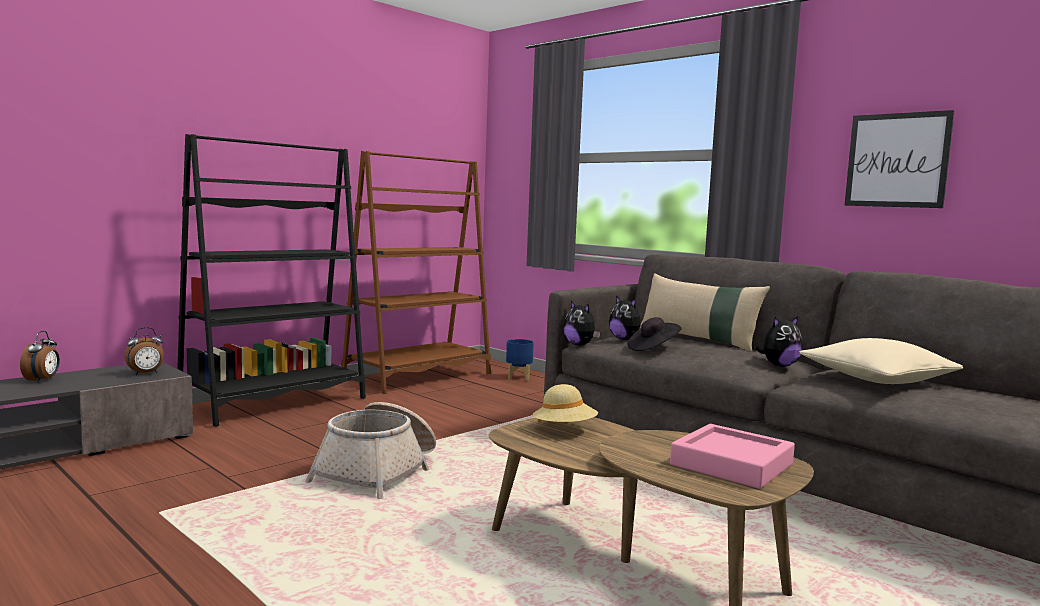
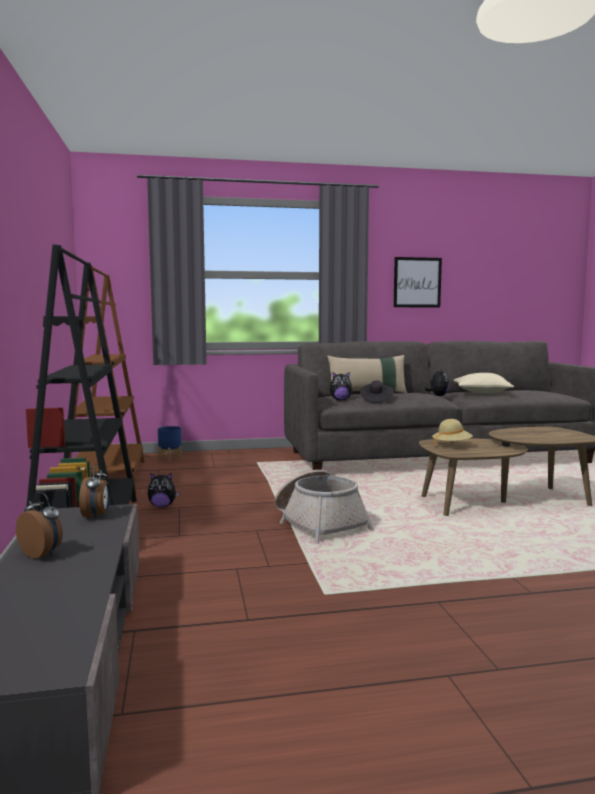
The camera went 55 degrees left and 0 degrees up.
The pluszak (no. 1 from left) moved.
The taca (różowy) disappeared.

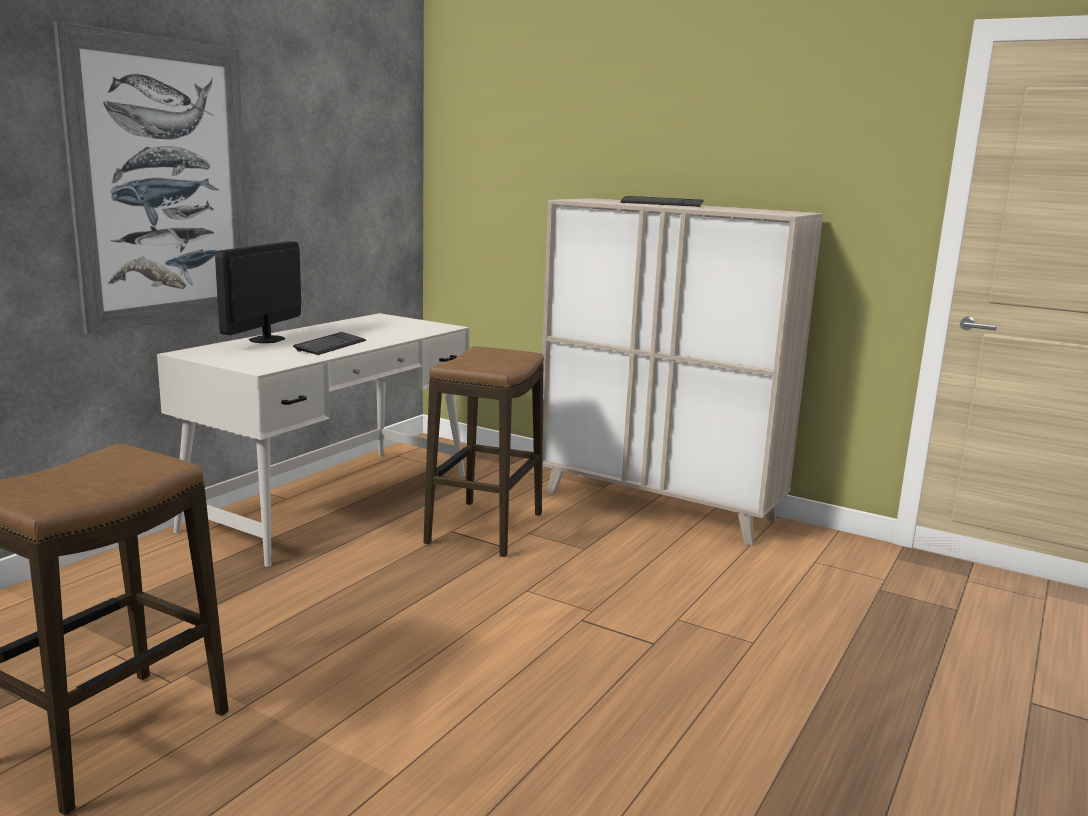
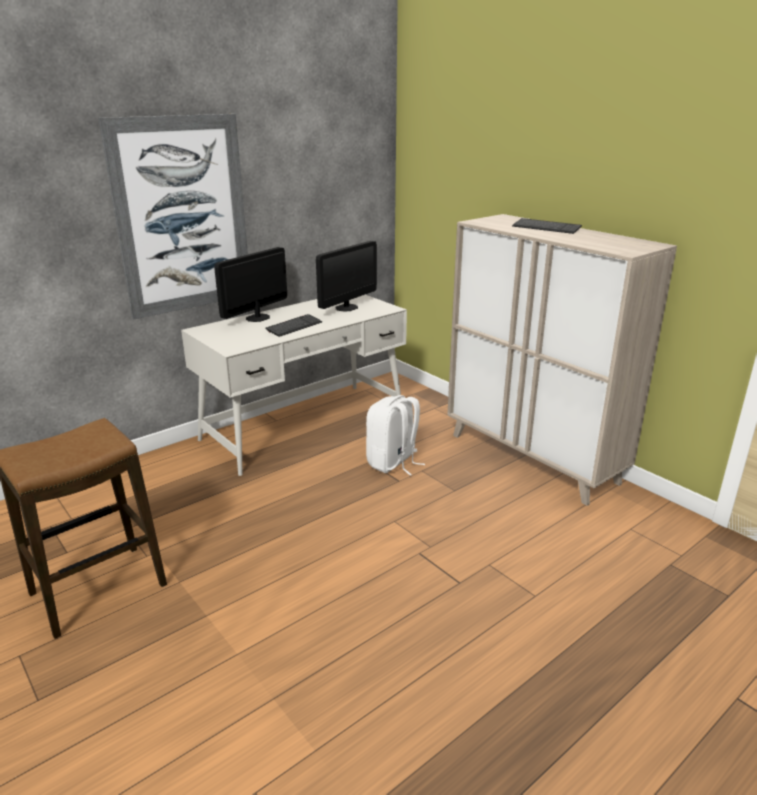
The camera went 20 degrees right and 10 degrees up.
The monitor (no. 2 from left) appeared.
The stołek (no. 2 from left) was replaced by the plecak (biały).

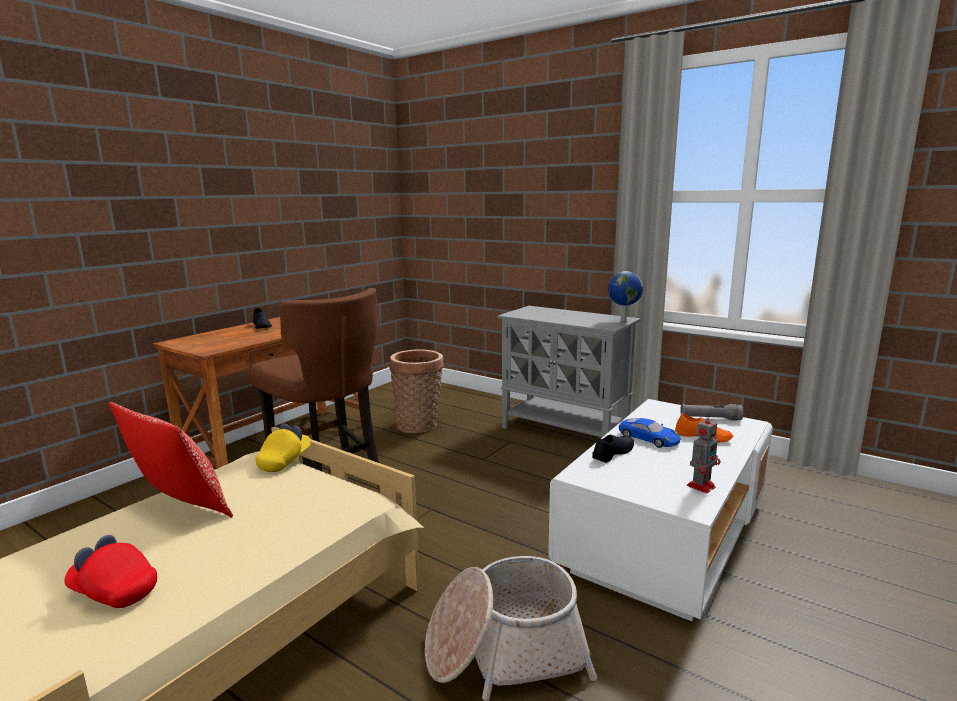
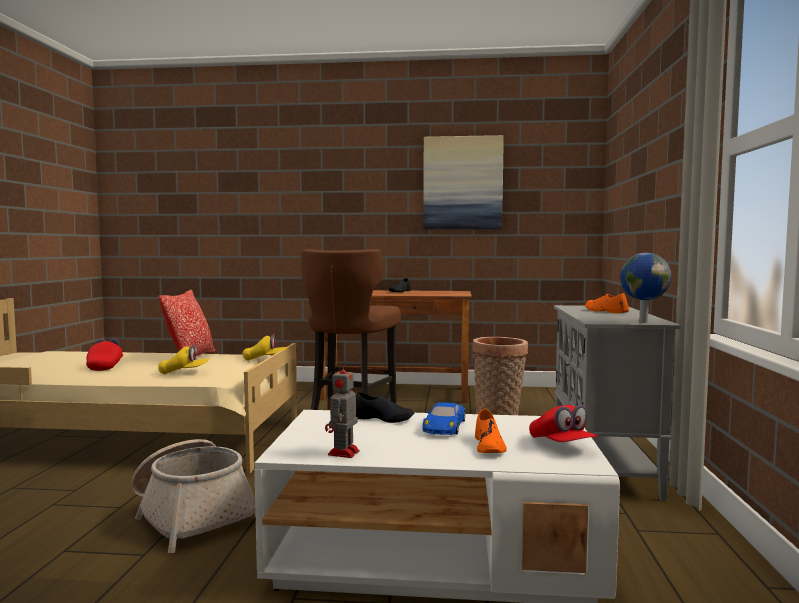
The camera went 60 degrees right and 10 degrees down.
The czapka z daszkiem (żółty) (no. 1 from left) appeared.
The robot zabawkowy turned 90 degrees clockwise.
The obraz appeared.
The latarka (szary) was replaced by the czapka z daszkiem (czerwony) (no. 2 from left).
The but (pomarańczowy) (no. 2 from left) appeared.

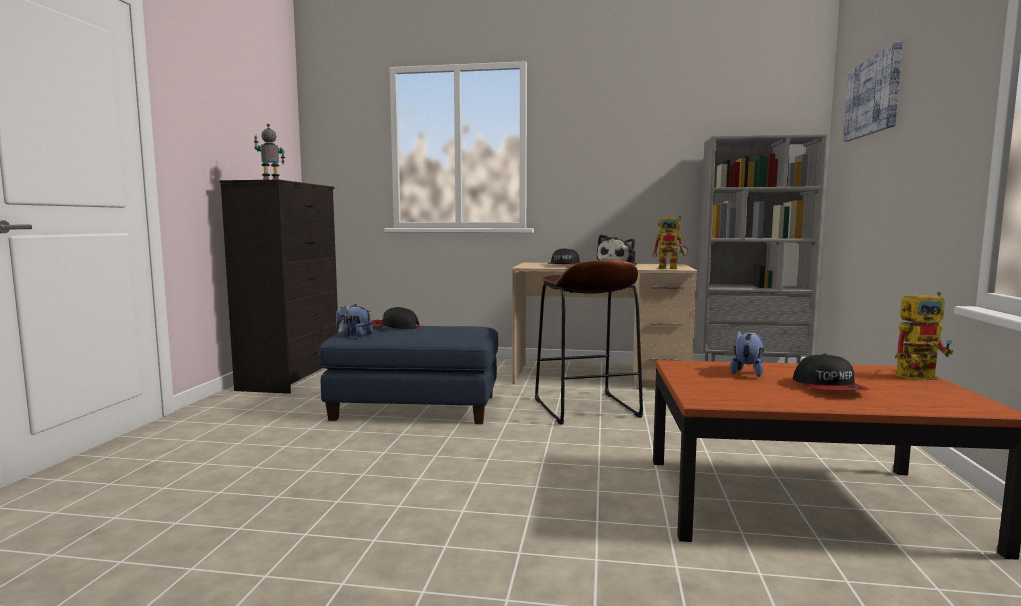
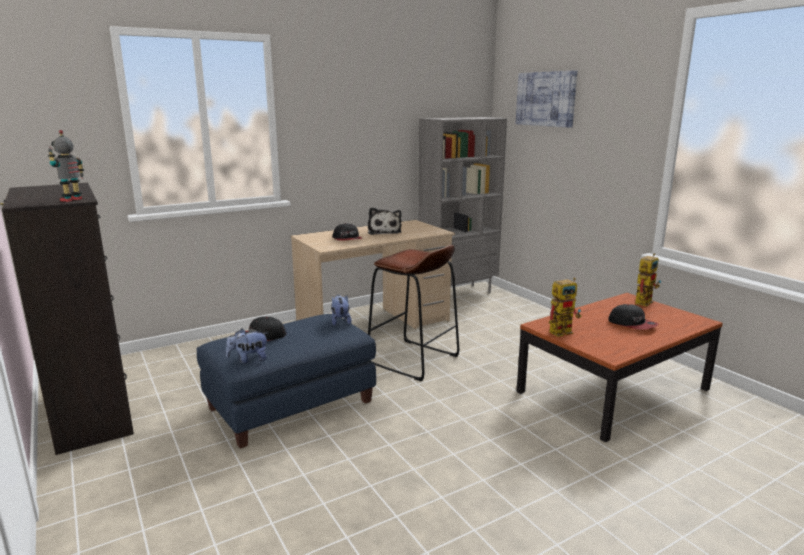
The camera went 40 degrees left and 10 degrees up.
The pluszak (no. 3 from left in the first image) moved.
The robot zabawkowy (no. 2 from left) moved.

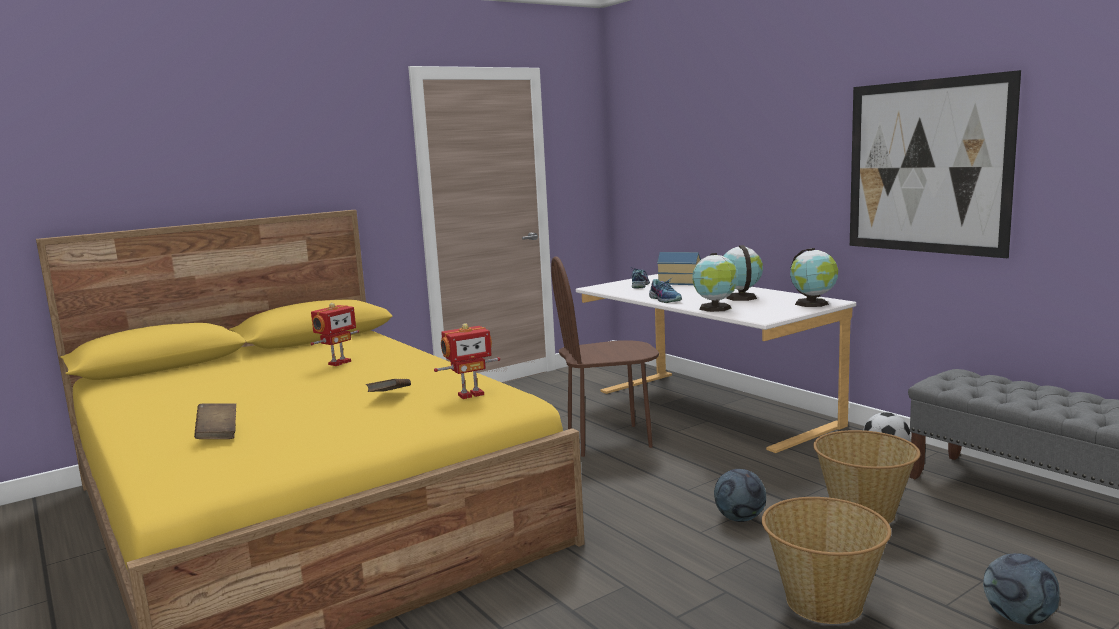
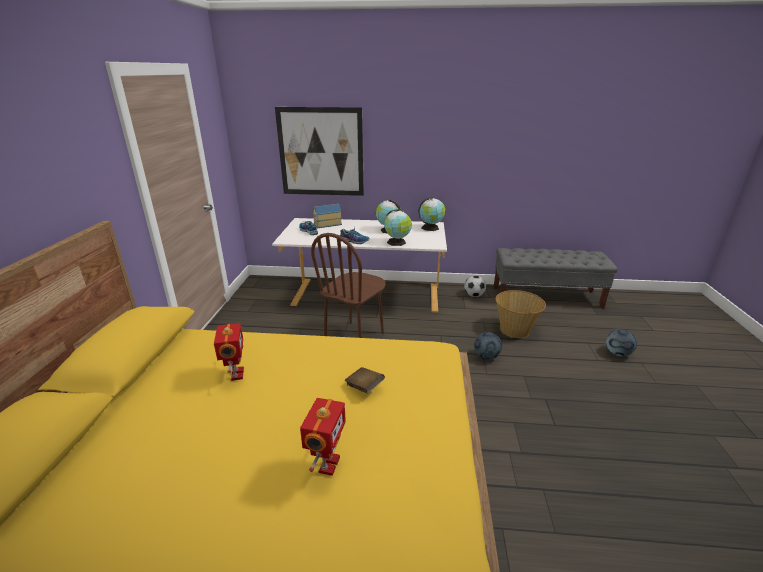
The camera went 50 degrees left and 15 degrees up.
The obraz moved.
The robot zabawkowy (no. 2 from left) moved.
The książka (brązowy) (no. 1 from left) disappeared.
The koszyk (no. 1 from left) disappeared.

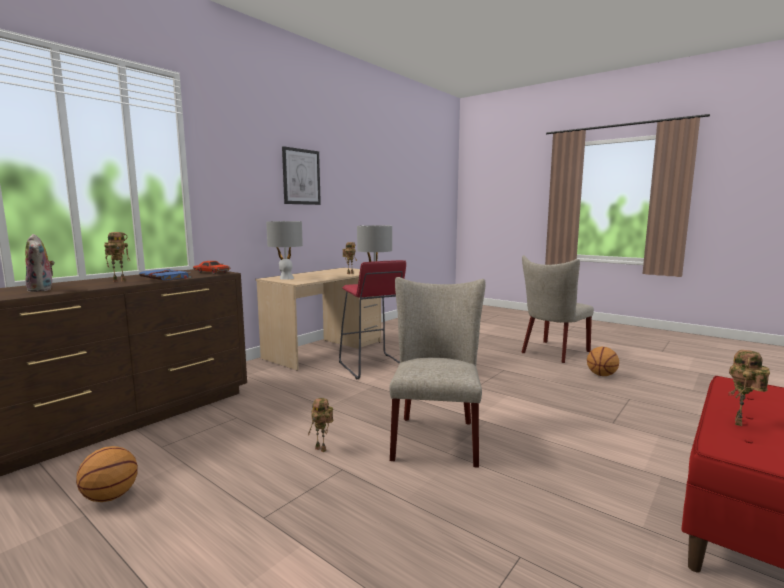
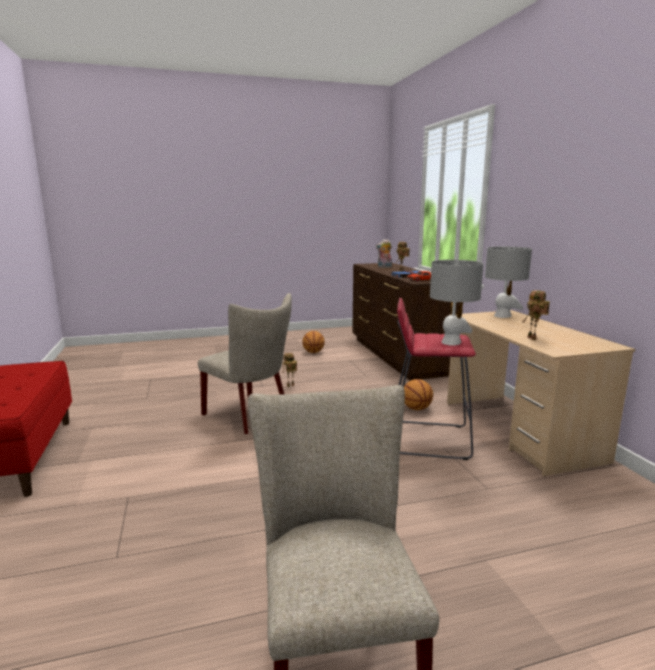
The camera went 125 degrees right and 5 degrees up.
The piłka do koszykówki (no. 2 from left) moved.
The obraz disappeared.
The robot zabawkowy (no. 4 from left) disappeared.

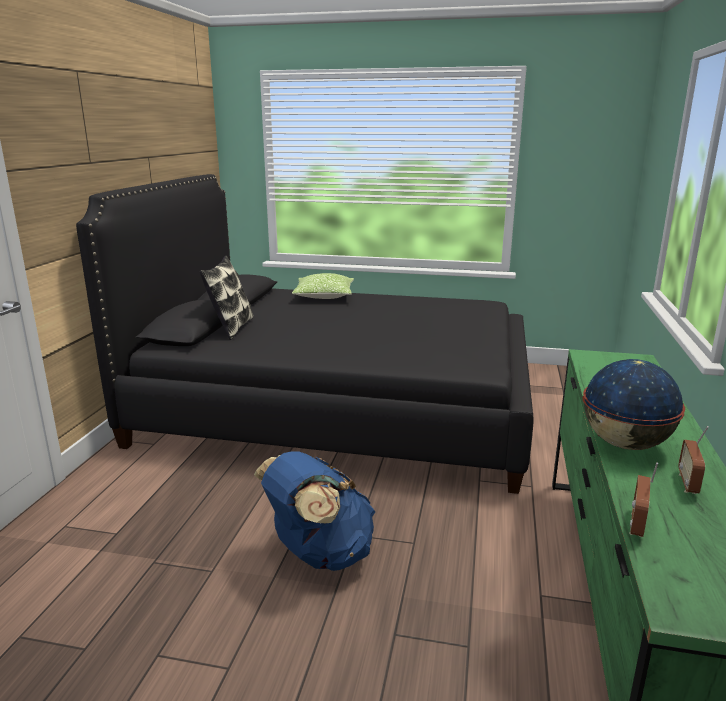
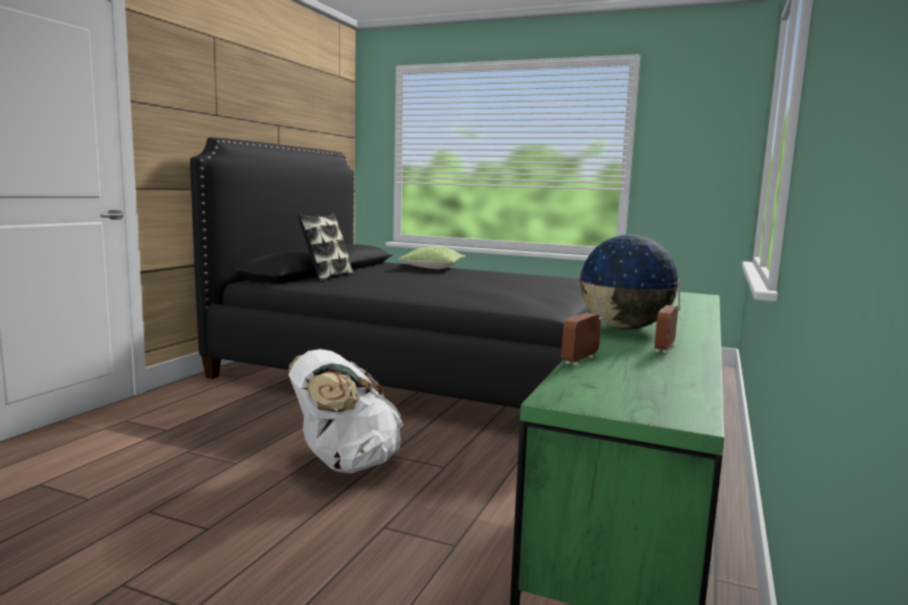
The camera went 10 degrees right and 10 degrees down.
The plecak (niebieski) became the plecak (biały).

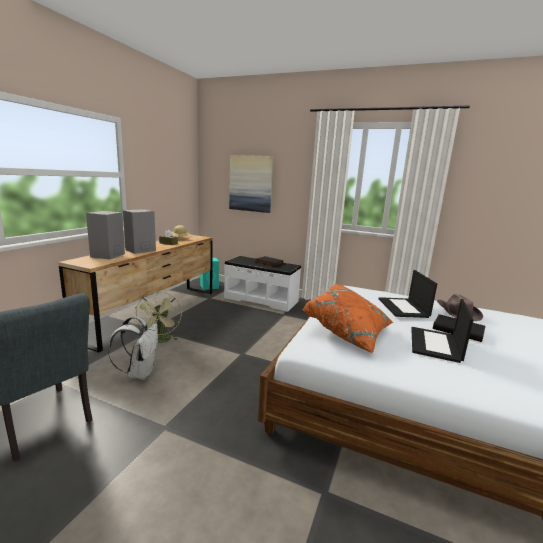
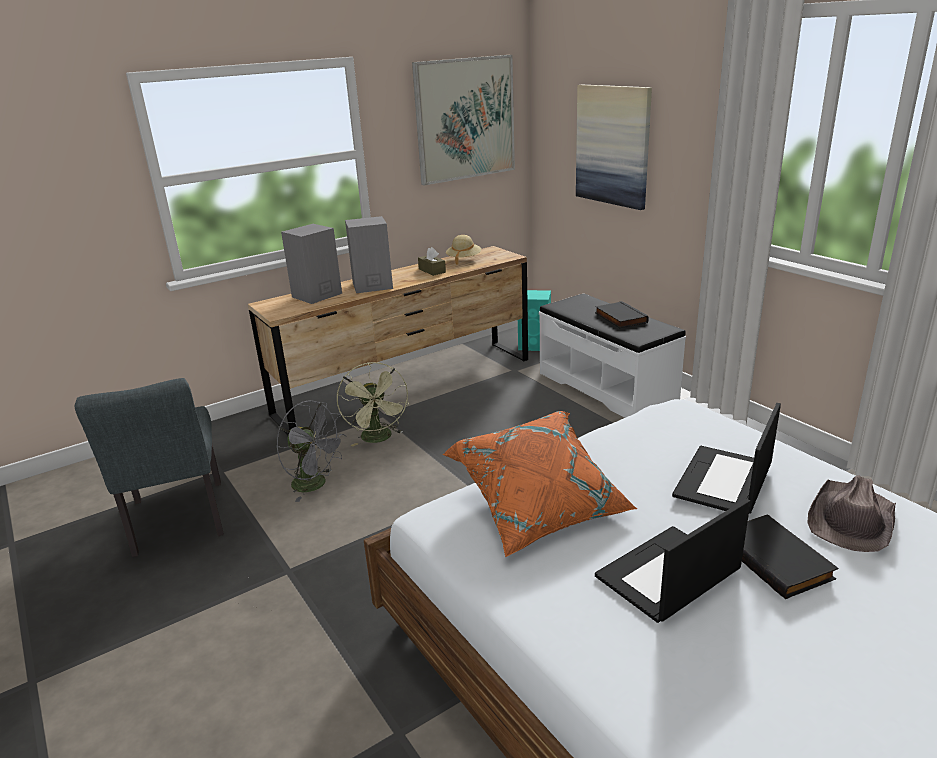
The camera went 35 degrees right and 10 degrees up.
The plecak (biały) was replaced by the wentylator (szary).
The wentylator (zielony) turned 45 degrees counterclockwise.
The obraz (no. 1 from left) appeared.

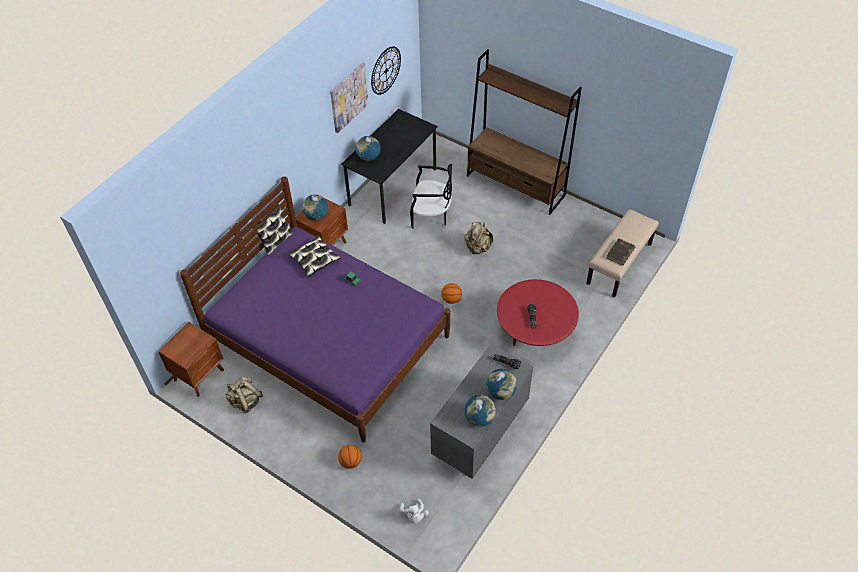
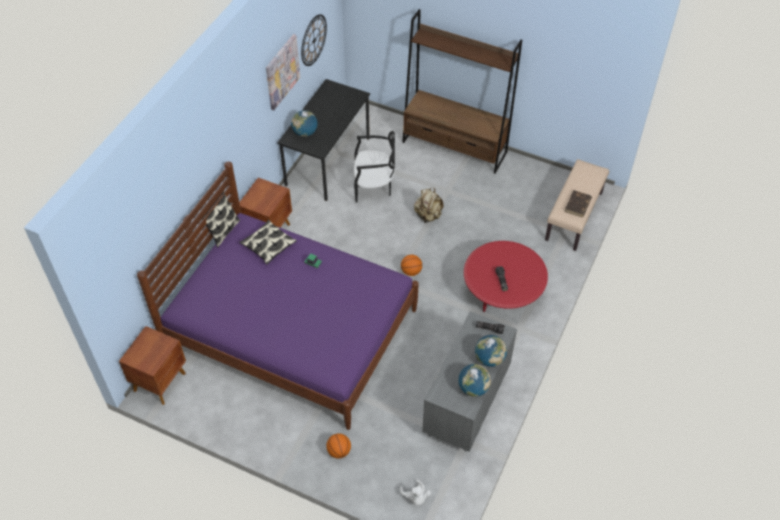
The camera went 10 degrees left and 0 degrees up.
The plecak (beżowy) (no. 1 from left) disappeared.
The globus (no. 1 from left) disappeared.

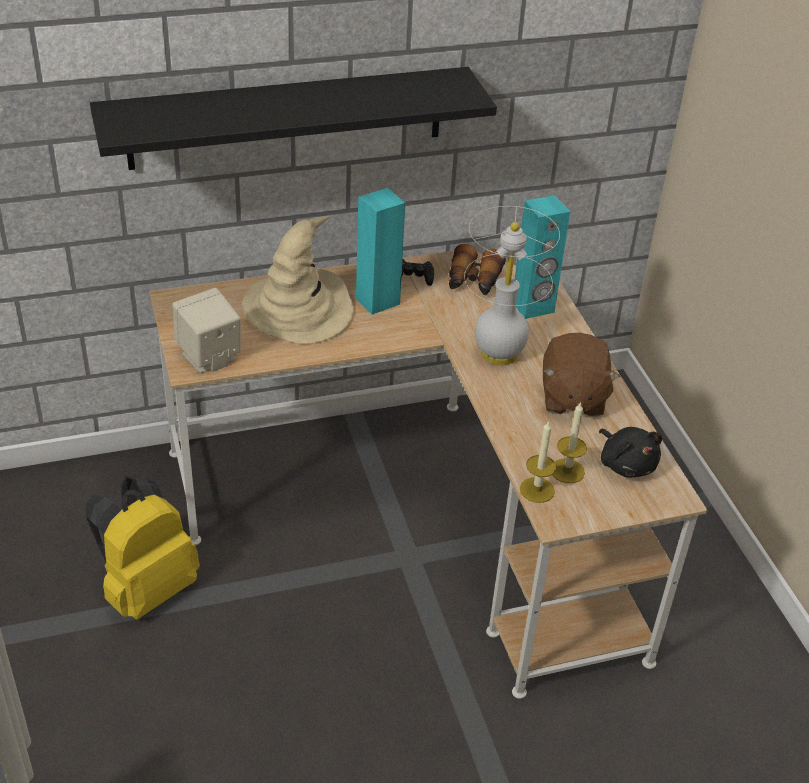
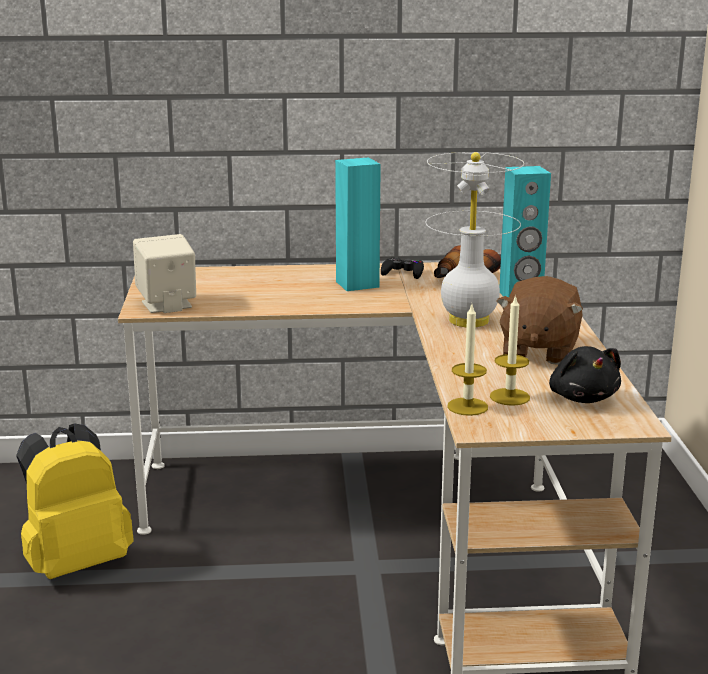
The camera went 15 degrees right and 20 degrees down.
The półka (czarny) disappeared.
The kapelusz (beżowy) disappeared.

